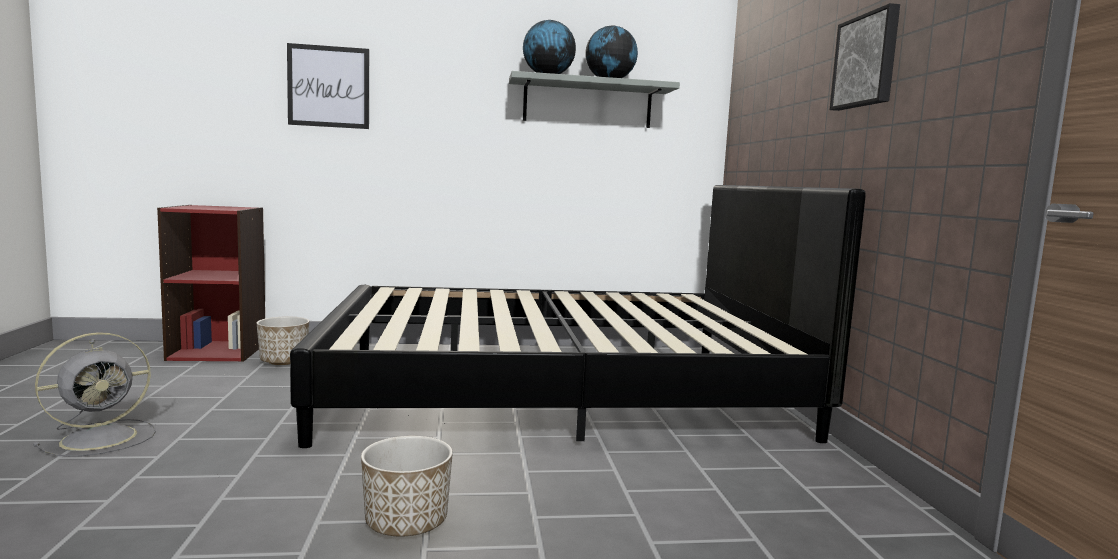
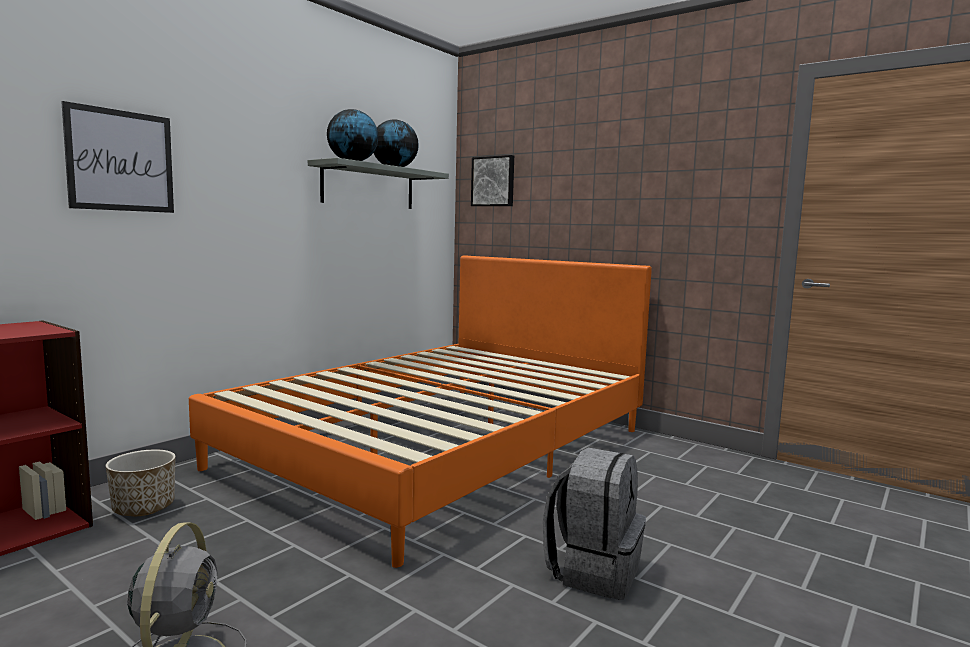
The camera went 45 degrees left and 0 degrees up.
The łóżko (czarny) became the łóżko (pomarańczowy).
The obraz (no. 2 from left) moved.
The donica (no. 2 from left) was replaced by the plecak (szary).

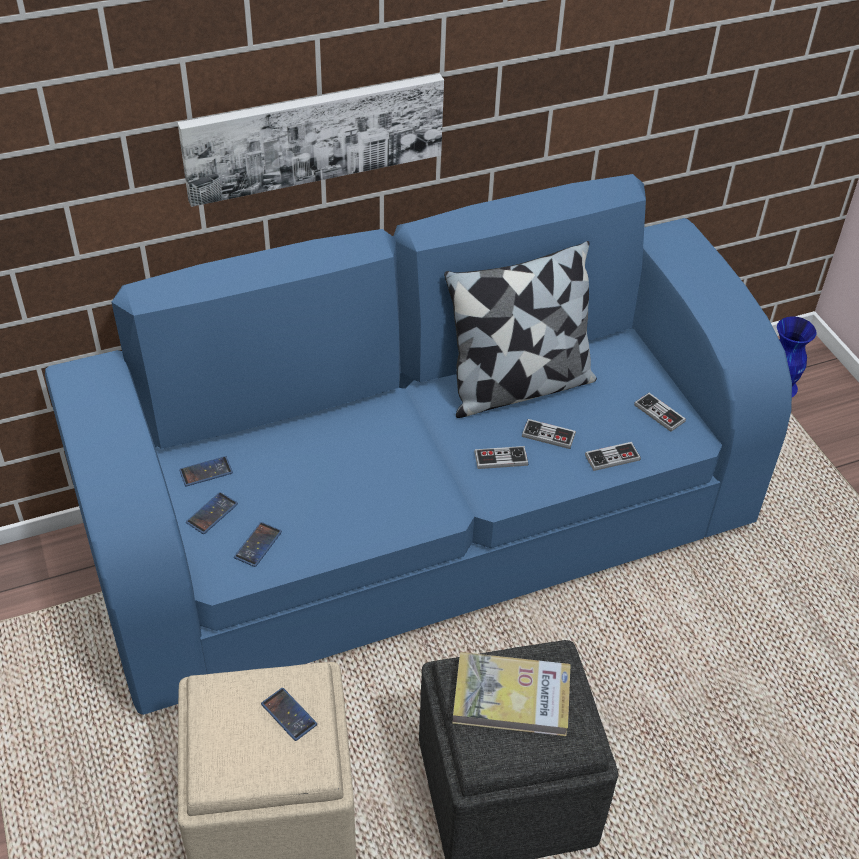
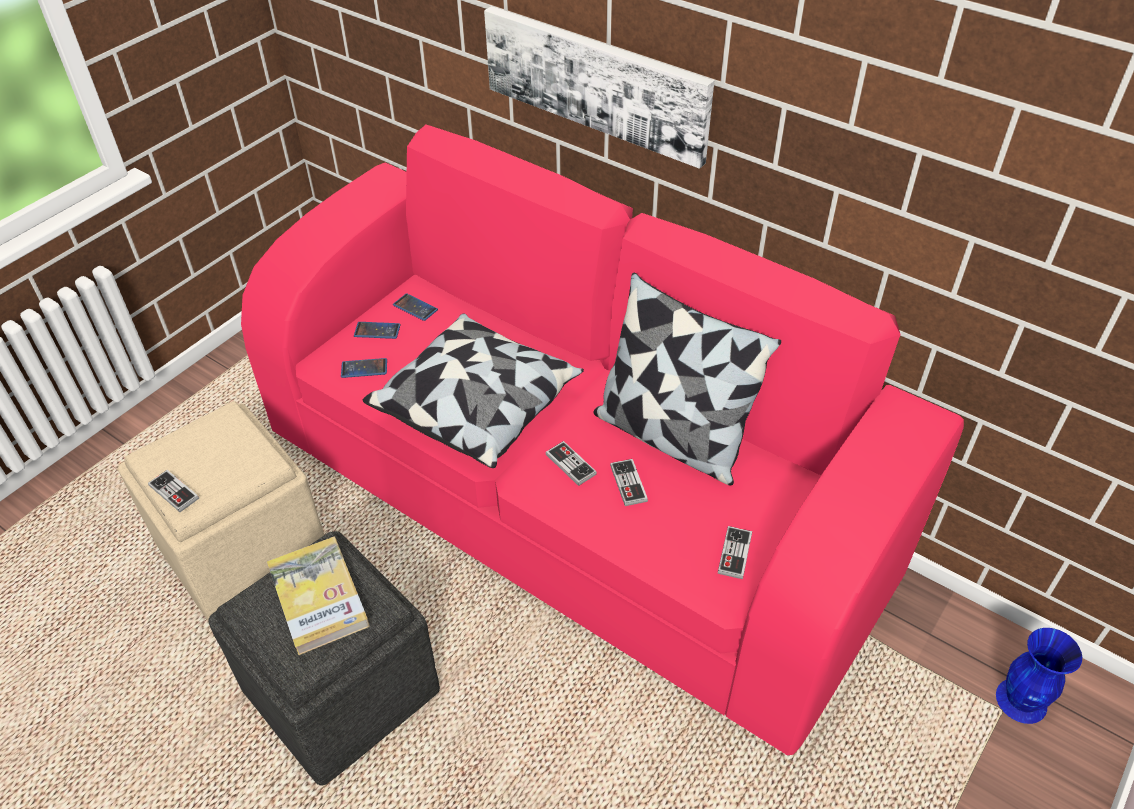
The camera went 60 degrees right and 0 degrees up.
The pad do gier (no. 3 from left in the first image) moved.
The kanapa (niebieski) became the kanapa (różowy).
The poduszka (no. 1 from left) appeared.
The telefon (no. 4 from left) disappeared.

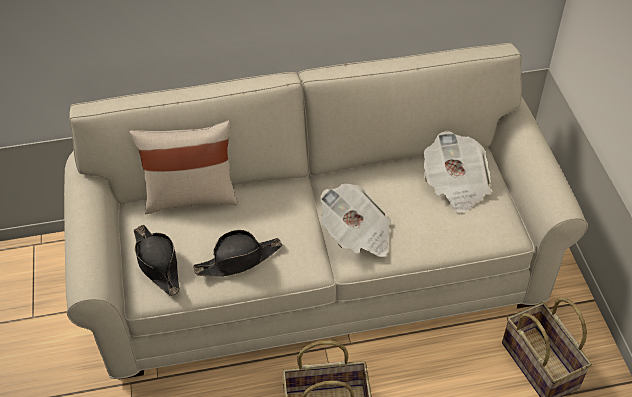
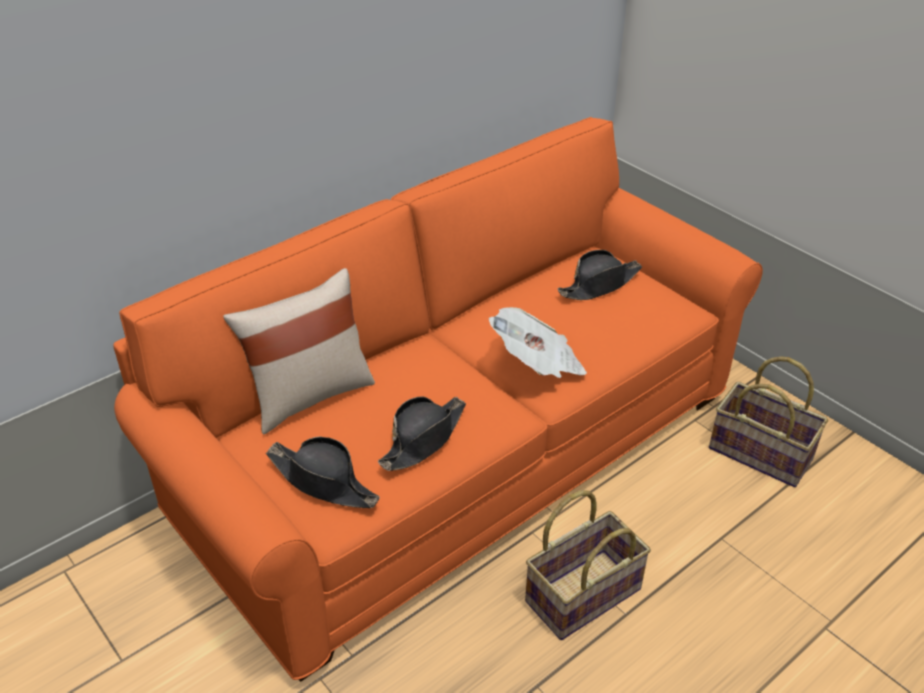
The camera went 30 degrees left and 10 degrees down.
The kanapa (beżowy) became the kanapa (pomarańczowy).
The gazeta (no. 2 from left) was replaced by the kapelusz (czarny) (no. 3 from left).

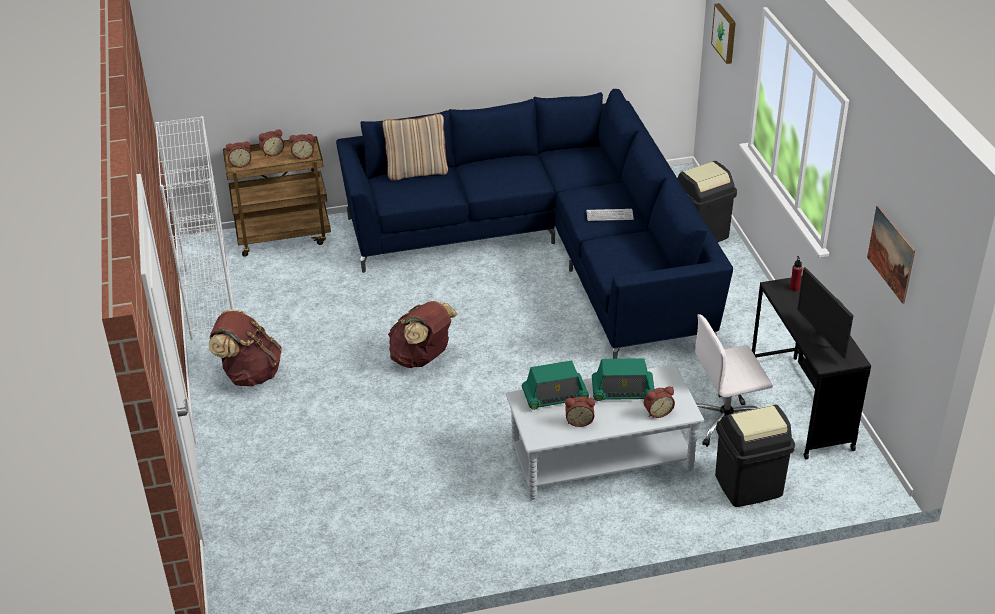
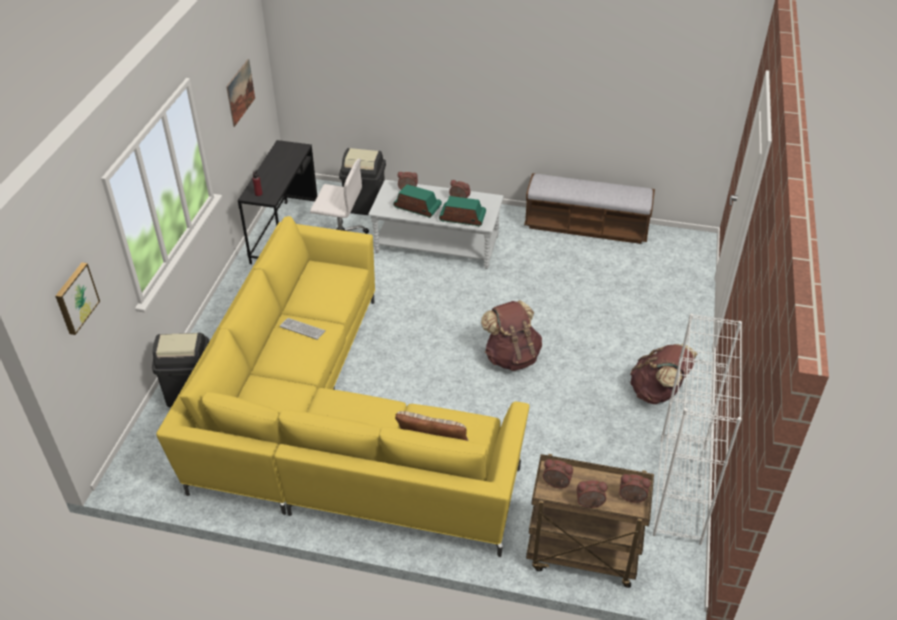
The camera went 155 degrees left and 5 degrees up.
The kanapa (niebieski) became the kanapa (żółty).
The ławka appeared.
The monitor disappeared.

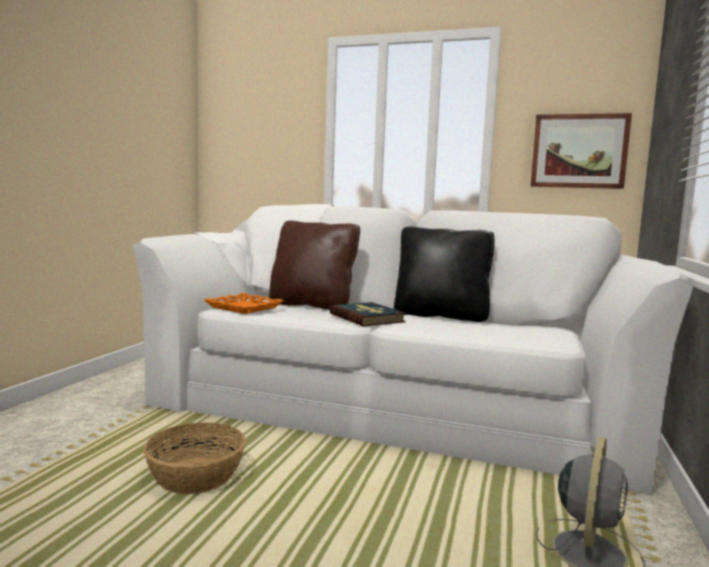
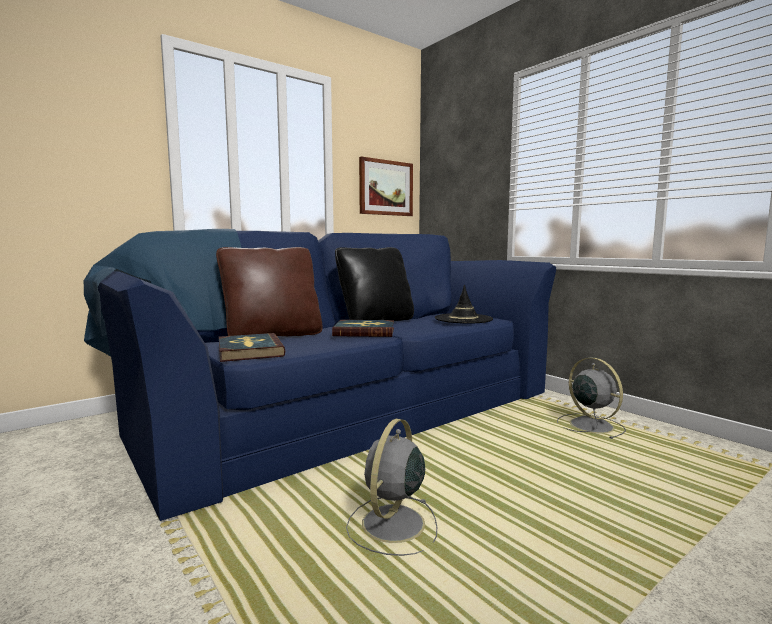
The camera went 55 degrees left and 0 degrees up.
The kanapa (biały) became the kanapa (niebieski).
The taca (pomarańczowy) was replaced by the książka (no. 1 from left).
The koszyk was replaced by the wentylator (szary) (no. 1 from left).
The kapelusz (czarny) appeared.

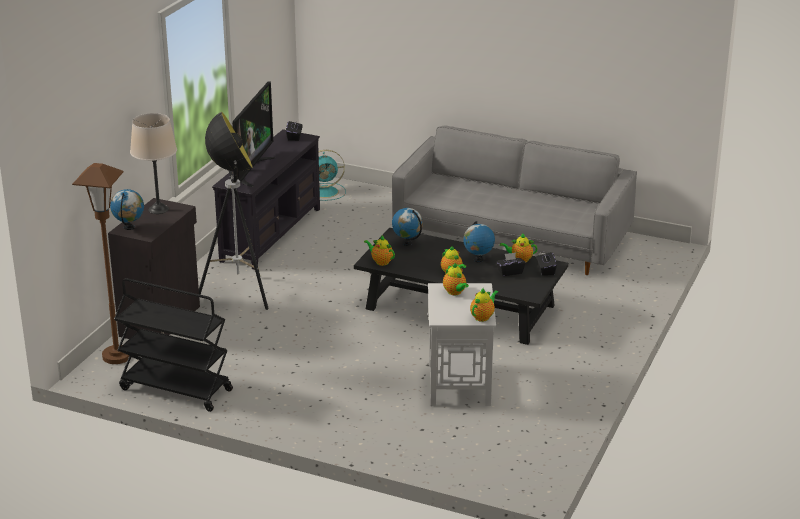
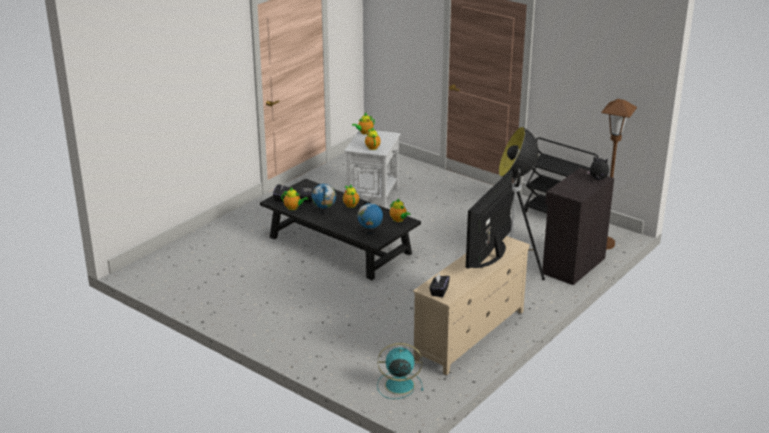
The camera went 165 degrees left and 0 degrees up.
The szafka pod telewizor (czarny) became the szafka pod telewizor (beżowy).
The globus (no. 1 from left) was replaced by the pluszak.
The lampa stołowa (beżowy) disappeared.
The kanapa (szary) disappeared.

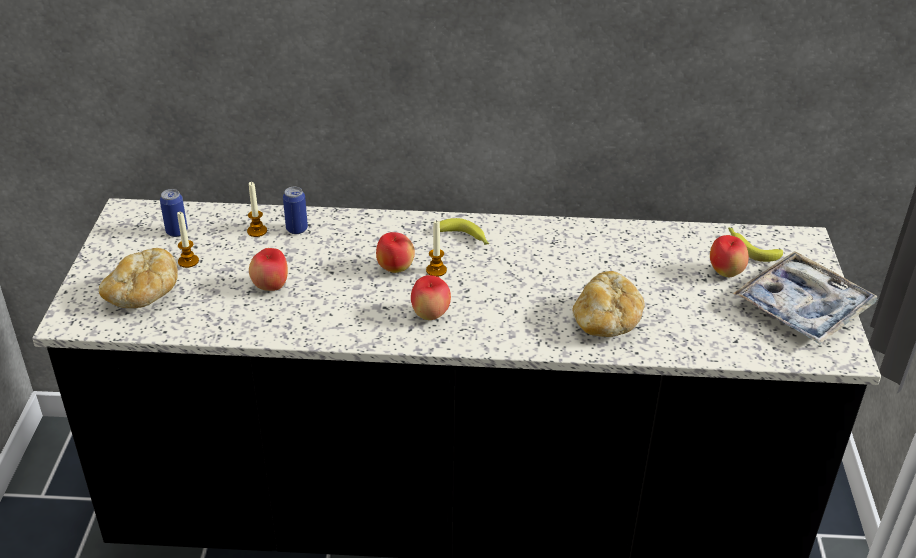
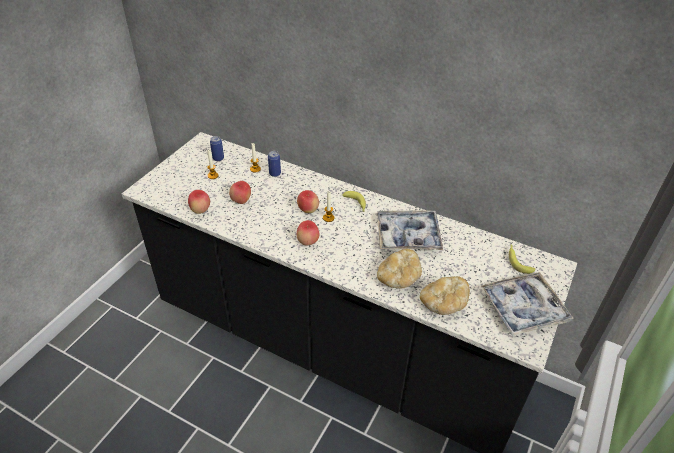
The camera went 25 degrees right and 5 degrees up.
The jabłko (no. 4 from left in the first image) moved.
The taca (no. 1 from left) appeared.
The chleb (no. 1 from left in the first image) moved.

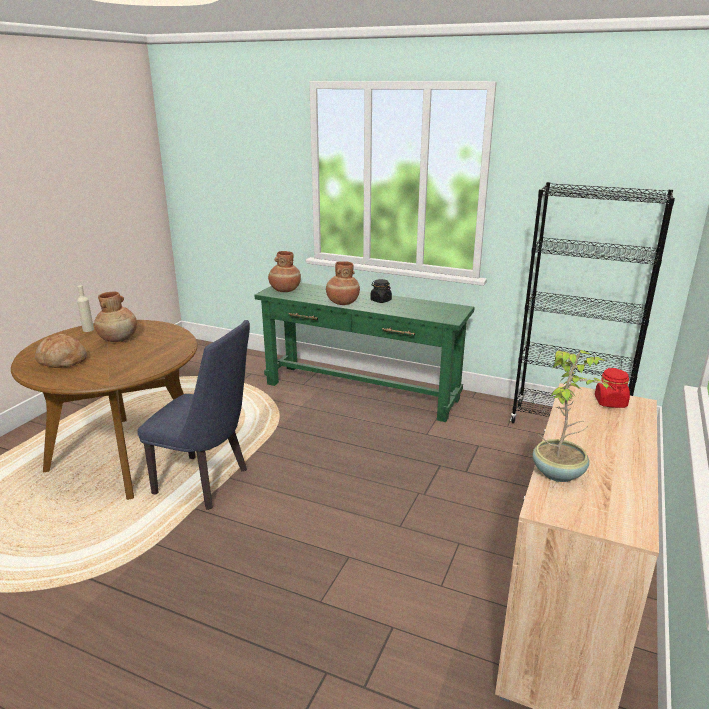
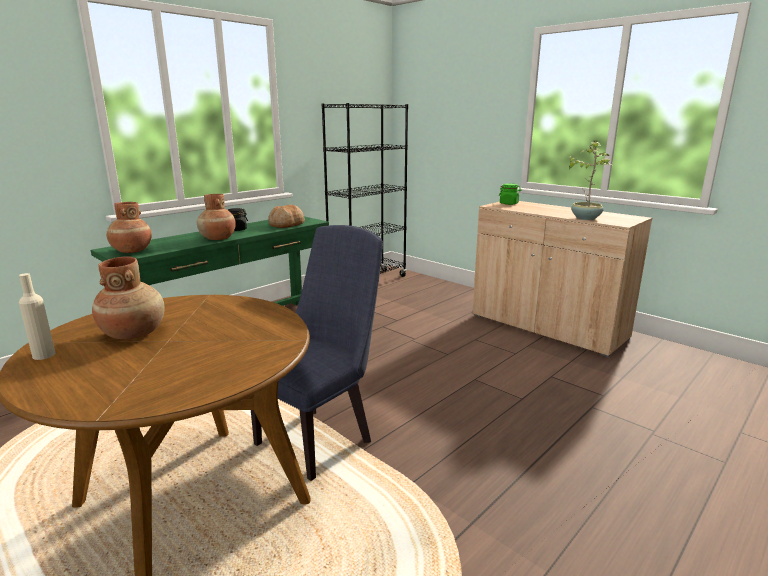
The camera went 70 degrees left and 5 degrees down.
The chleb moved.
The słoik (czerwony) became the słoik (zielony).

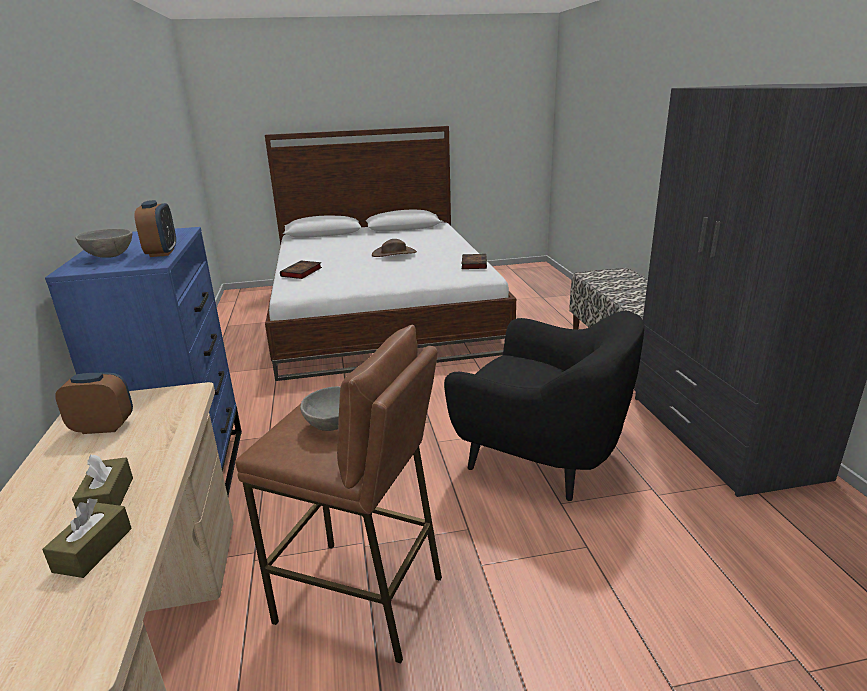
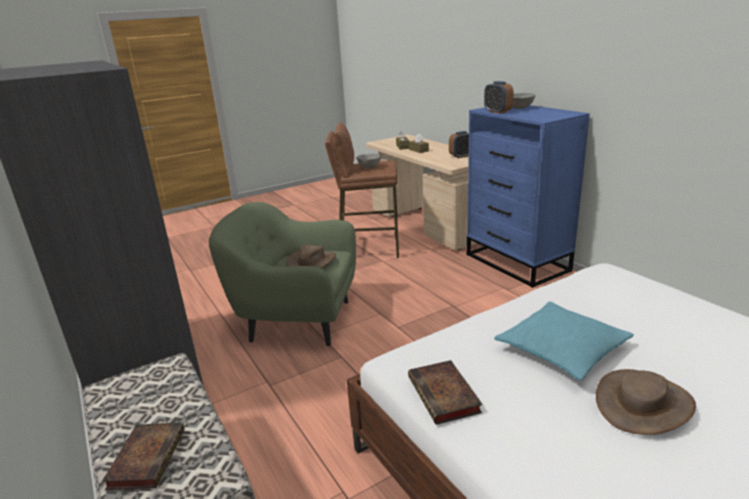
The camera went 160 degrees right and 0 degrees up.
The książka (no. 1 from left) moved.
The fotel (czarny) became the fotel (zielony).
The kapelusz (brązowy) (no. 1 from left) appeared.
The poduszka (turkusowy) appeared.

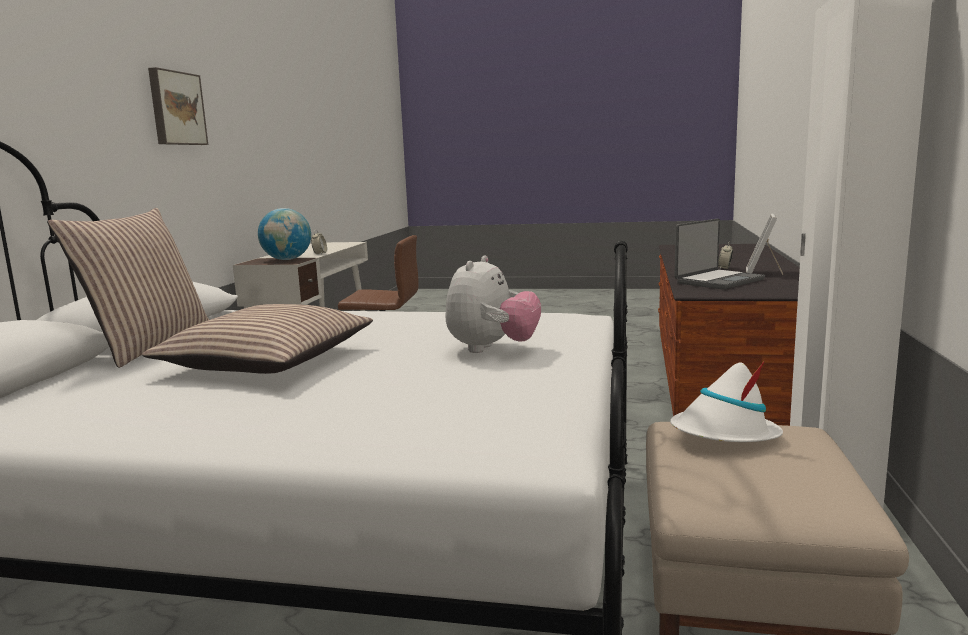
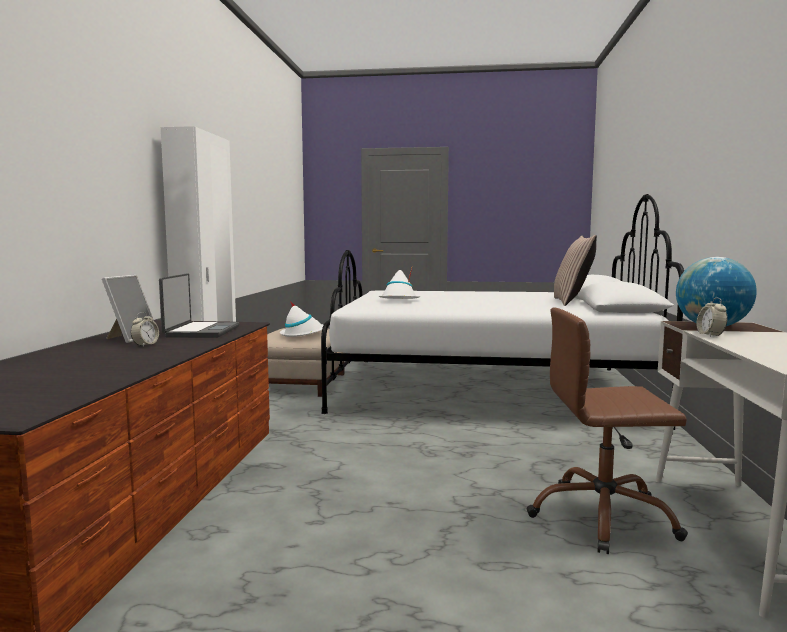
The camera went 175 degrees right and 5 degrees down.
The laptop turned 135 degrees clockwise.
The pluszak was replaced by the kapelusz (biały) (no. 2 from left).
The poduszka (no. 2 from left) disappeared.
The obraz disappeared.

